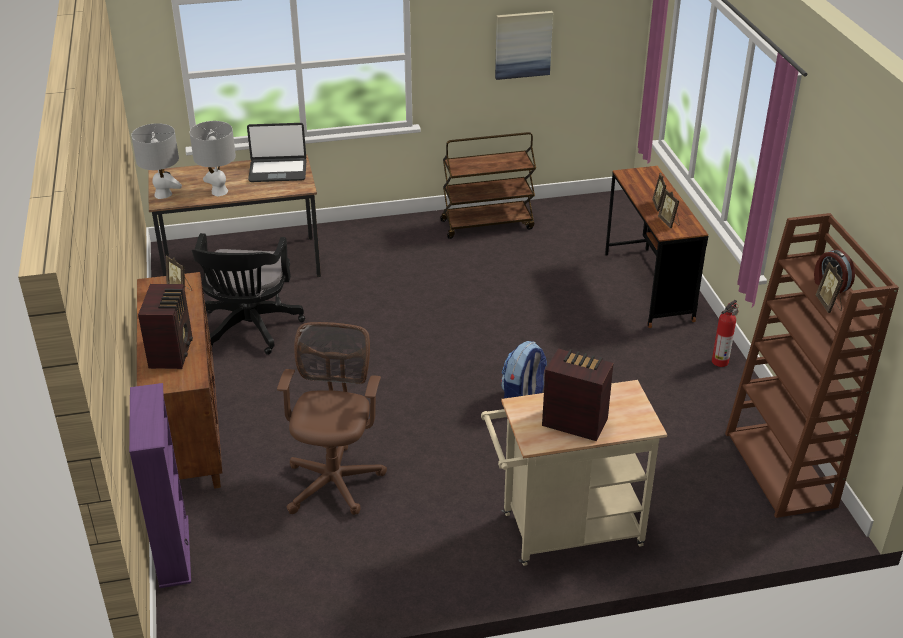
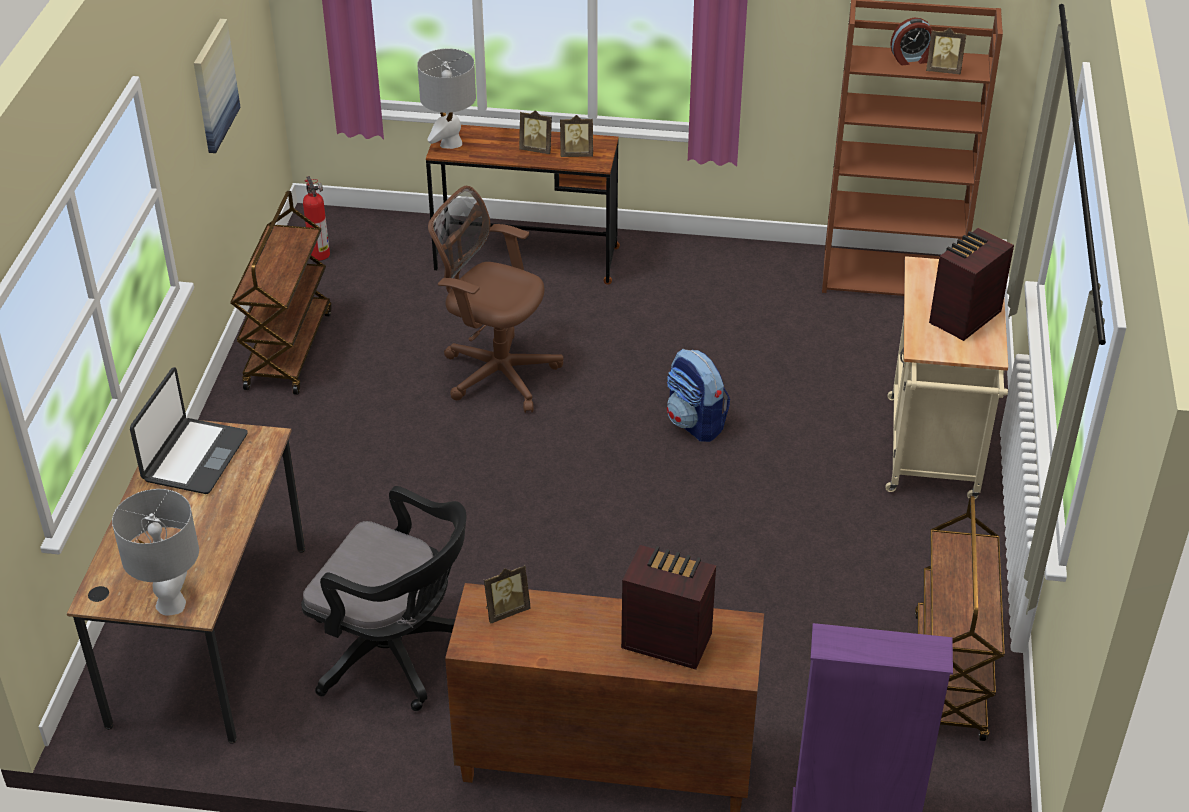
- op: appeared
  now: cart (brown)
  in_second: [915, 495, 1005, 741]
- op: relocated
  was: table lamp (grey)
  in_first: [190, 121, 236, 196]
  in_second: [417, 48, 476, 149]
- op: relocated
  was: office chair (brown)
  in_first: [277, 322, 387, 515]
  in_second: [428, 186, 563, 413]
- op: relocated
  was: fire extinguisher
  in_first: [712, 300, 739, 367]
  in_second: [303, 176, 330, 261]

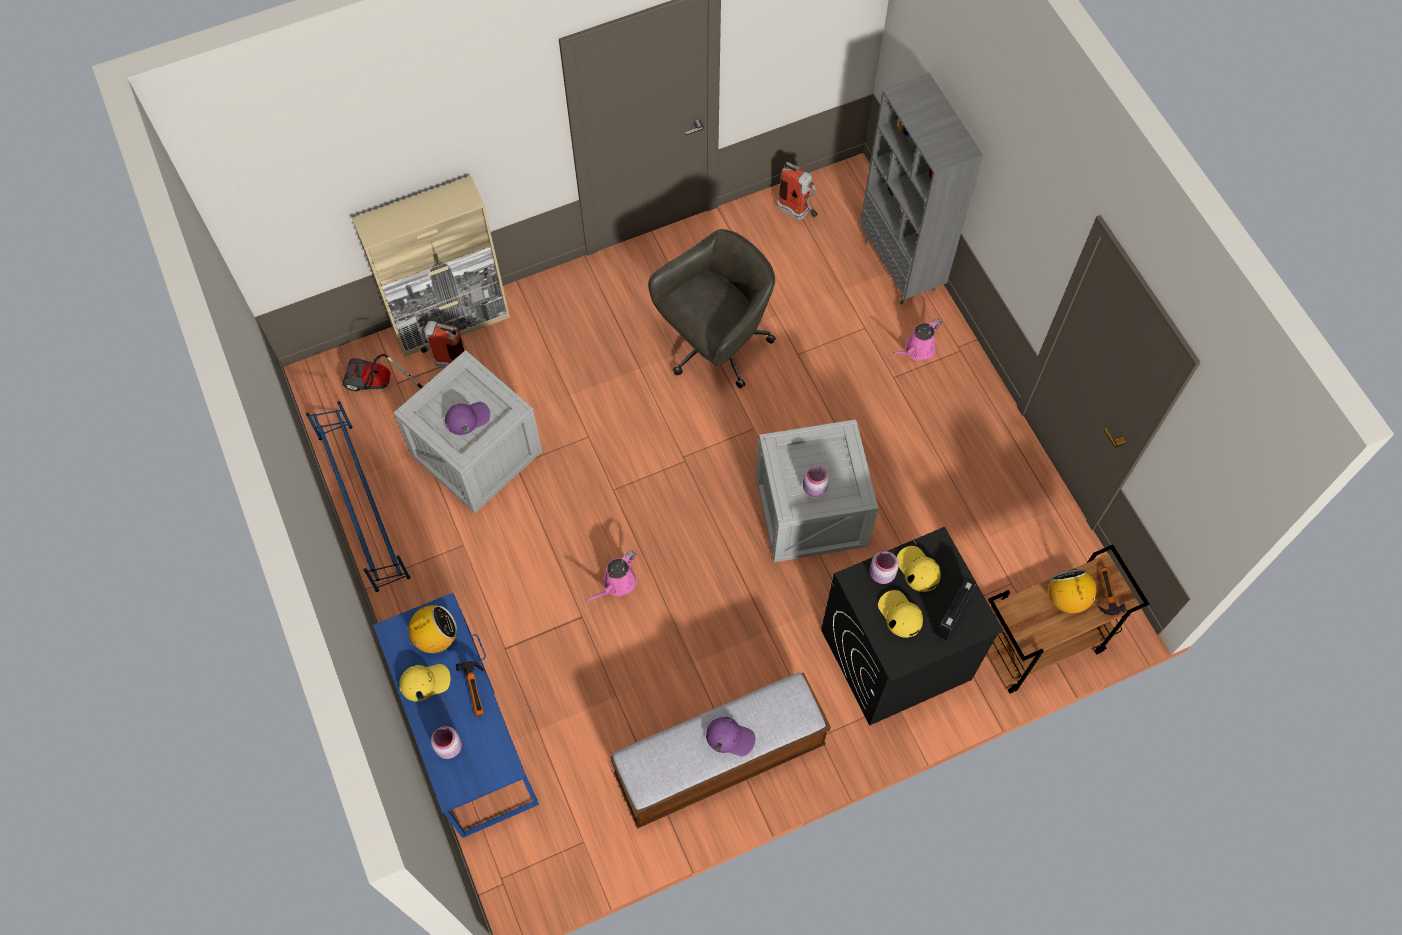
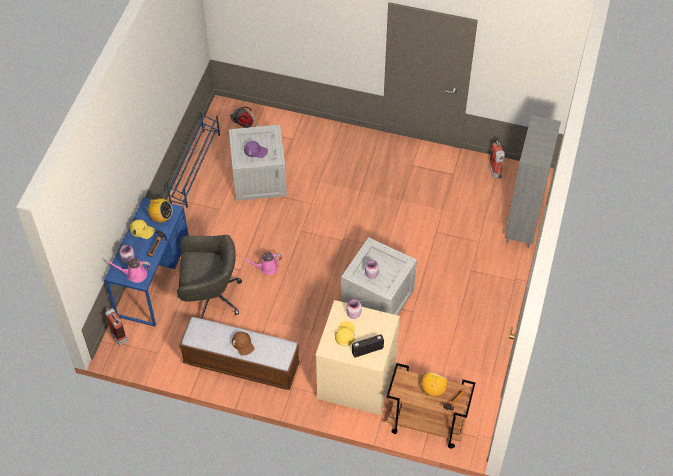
- op: missing
  was: cabinet (beige)
  in_first: [352, 176, 510, 357]
- op: missing
  was: cap (yellow)
  in_first: [897, 546, 941, 592]
- op: relocated
  was: fire extinguisher
  in_first: [418, 321, 465, 368]
  in_second: [105, 308, 128, 345]
- op: relocated
  was: office chair (grey)
  in_first: [648, 229, 776, 389]
  in_second: [177, 235, 242, 319]
- op: relocated
  was: watering can (pink)
  in_first: [893, 319, 942, 361]
  in_second: [105, 258, 150, 283]
- op: colour
  was: cap (purple)
  now: cap (brown)
  in_first: [706, 717, 755, 756]
  in_second: [232, 332, 255, 355]
- op: colour
  was: washing machine (black)
  now: washing machine (beige)
  in_first: [821, 527, 1003, 726]
  in_second: [315, 300, 400, 415]

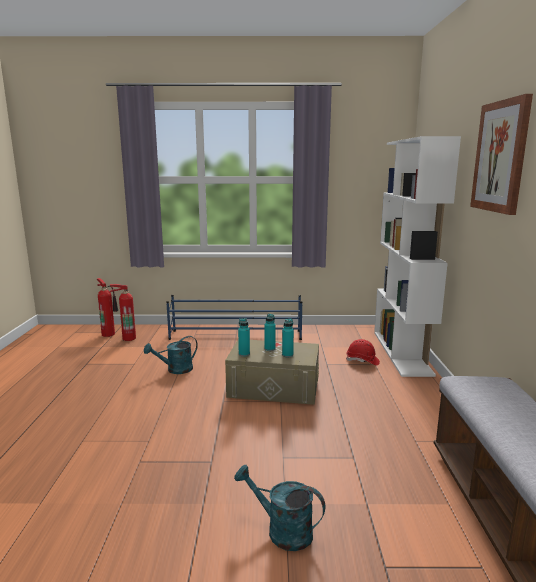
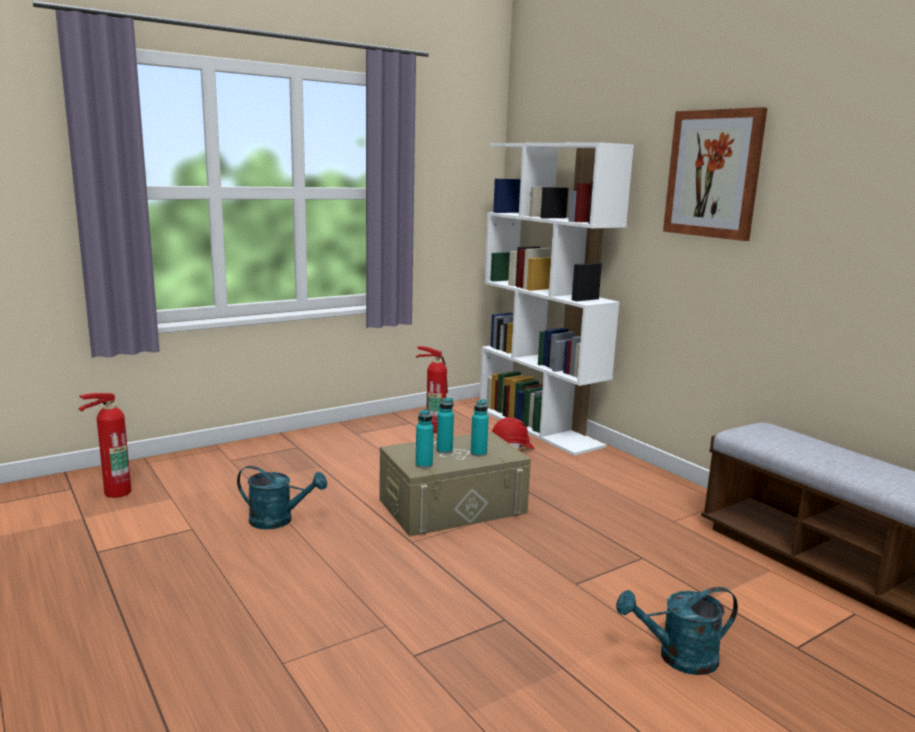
- op: missing
  was: shoe rack (blue)
  in_first: [166, 295, 302, 340]
- op: relocated
  was: fire extinguisher
  in_first: [97, 278, 118, 337]
  in_second: [416, 346, 448, 433]
- op: spun
  was: watering can (turquoise)
  in_first: [144, 336, 198, 374]
  in_second: [237, 466, 327, 529]
  clockwise: -105

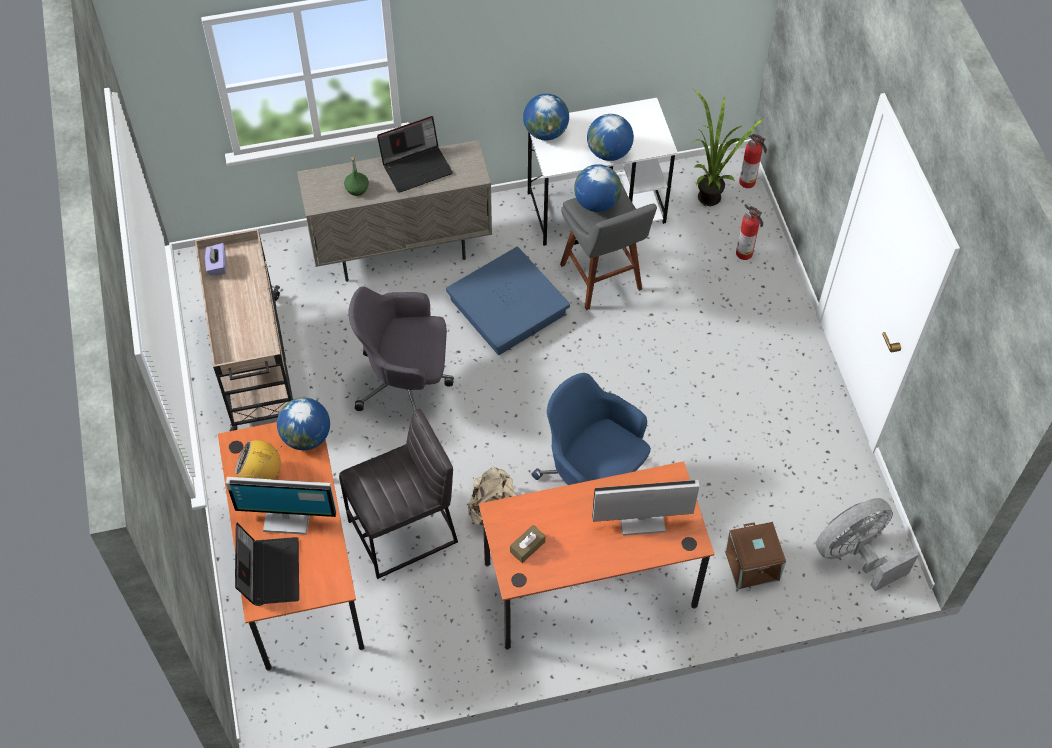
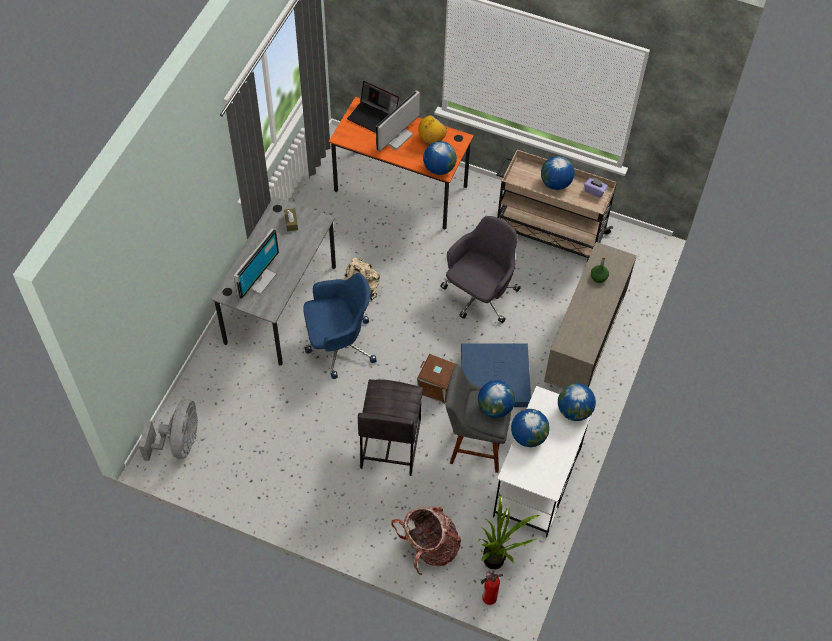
- op: missing
  was: laptop
  in_first: [377, 116, 453, 193]
- op: appeared
  now: globe
  in_second: [541, 156, 575, 190]
- op: relocated
  was: stool (grey)
  in_first: [339, 409, 458, 579]
  in_second: [358, 379, 423, 476]
- op: relocated
  was: storage box (brown)
  in_first: [724, 522, 786, 589]
  in_second: [417, 354, 458, 404]
- op: exchanged
  was: fire extinguisher
  now: backpack
  in_first: [736, 204, 763, 260]
  in_second: [391, 506, 461, 575]
- op: colour
  was: desk (orange)
  now: desk (grey)
  in_first: [479, 461, 715, 649]
  in_second: [211, 196, 336, 366]

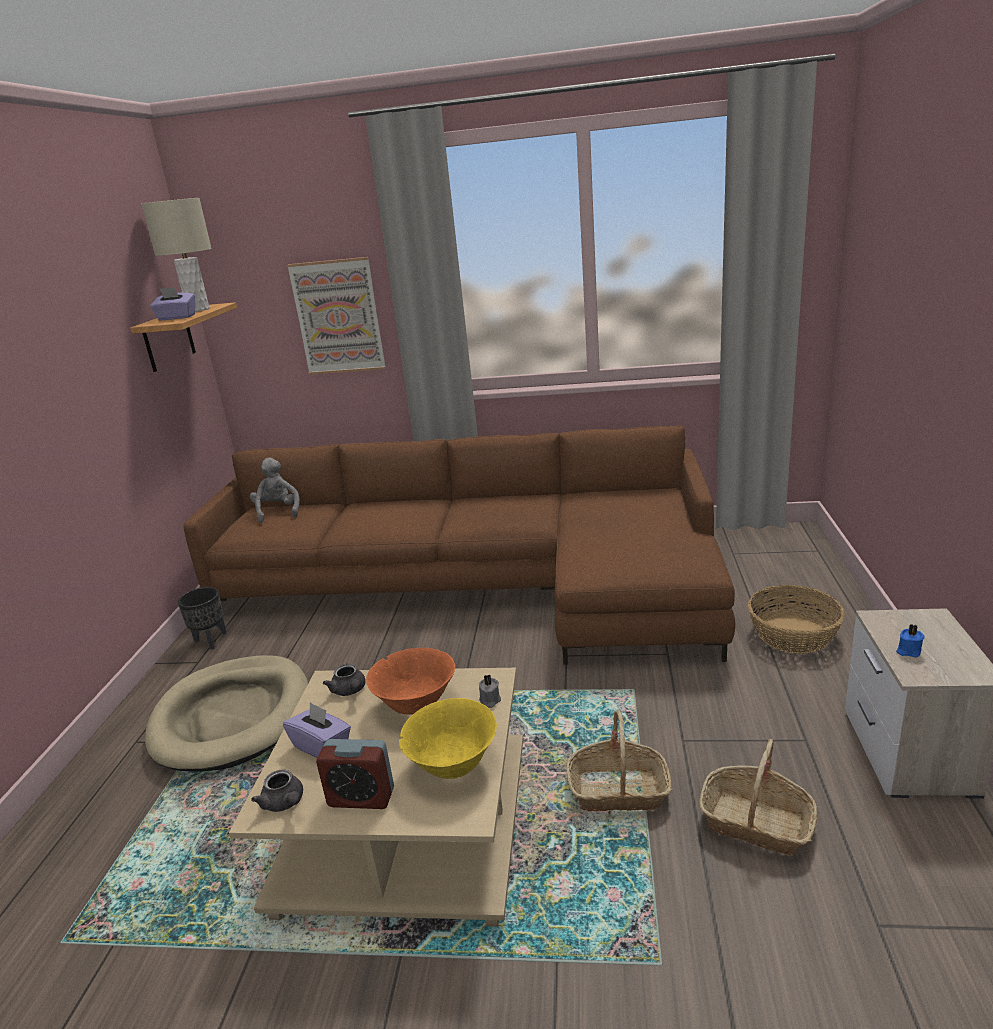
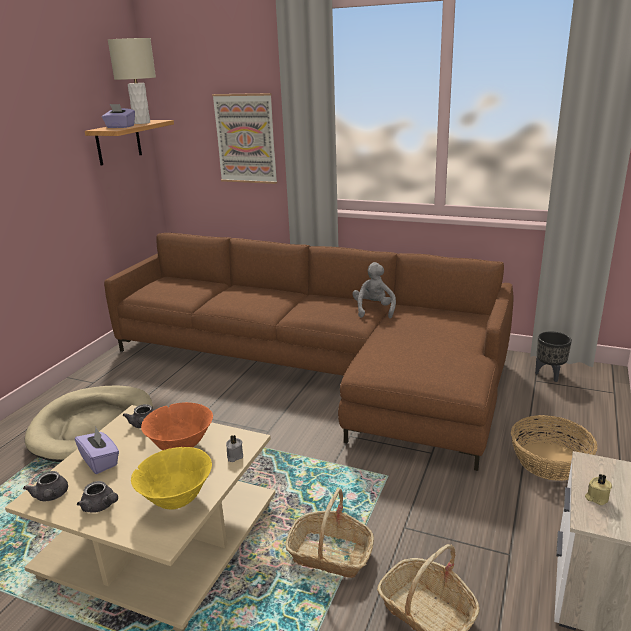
- op: relocated
  was: planter (black)
  in_first: [178, 587, 226, 649]
  in_second: [535, 331, 572, 382]
- op: relocated
  was: plush toy (grey)
  in_first: [250, 458, 300, 522]
  in_second: [352, 262, 396, 319]
- op: exchanged
  was: alarm clock
  now: teapot (grey)
  in_first: [316, 739, 394, 809]
  in_second: [77, 481, 118, 513]
- op: colour
  was: candle (blue)
  now: candle (beige)
  in_first: [896, 624, 925, 657]
  in_second: [585, 474, 612, 505]

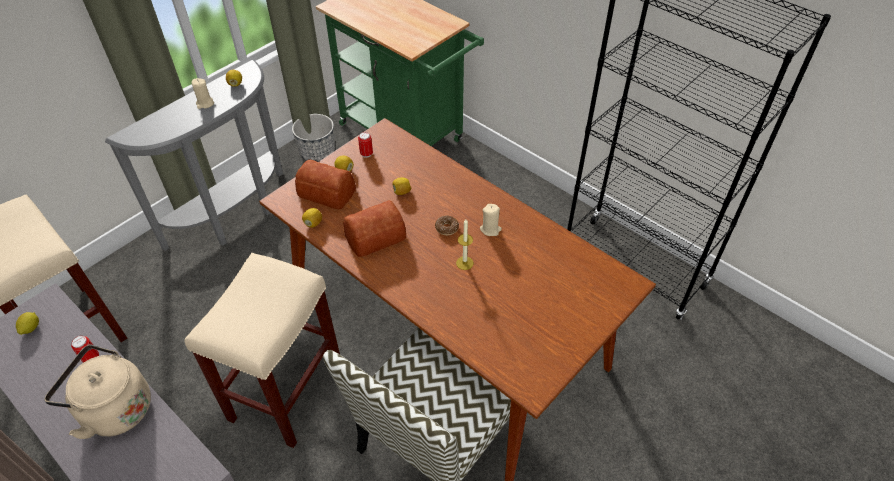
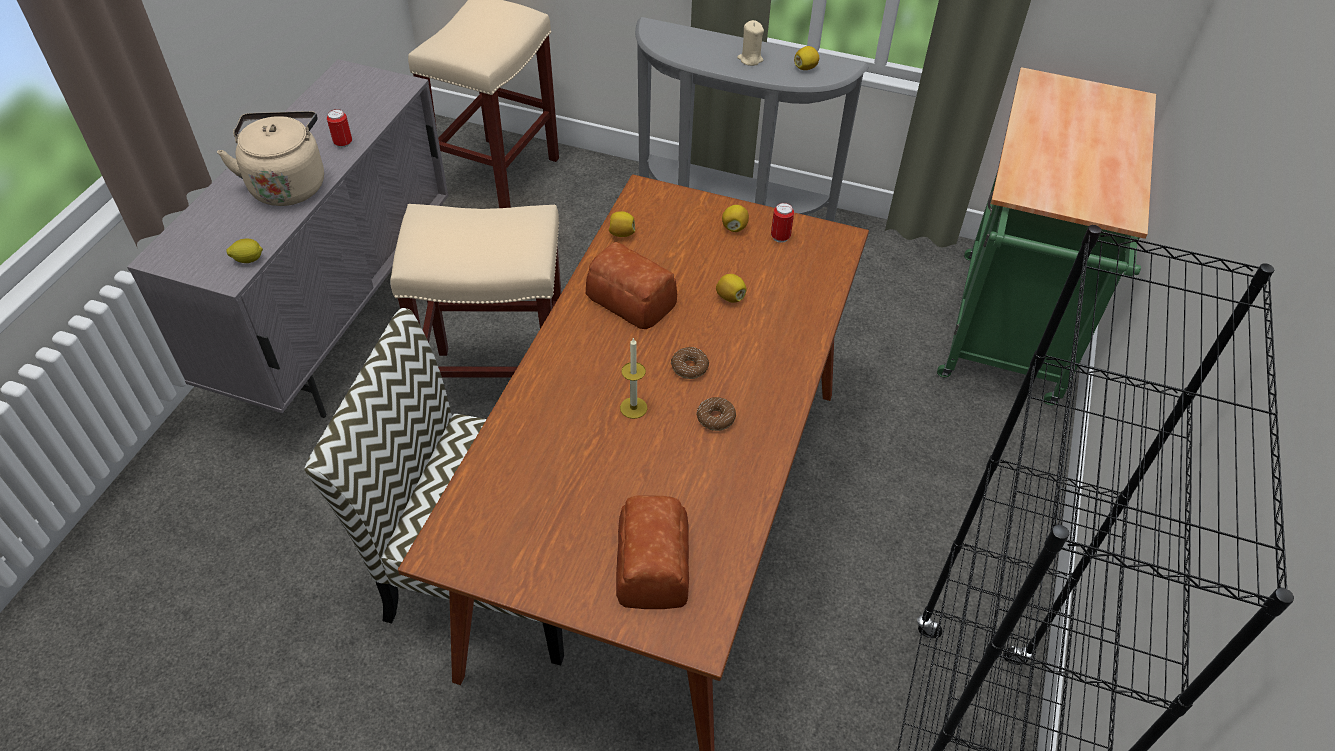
- op: missing
  was: planter
  in_first: [292, 114, 336, 162]
- op: relocated
  was: lemon
  in_first: [16, 312, 39, 335]
  in_second: [227, 239, 263, 263]
- op: relocated
  was: bread
  in_first: [295, 160, 356, 209]
  in_second: [616, 495, 689, 609]
- op: exchanged
  was: candle (beige)
  now: donut
  in_first: [480, 204, 502, 236]
  in_second: [697, 397, 736, 431]

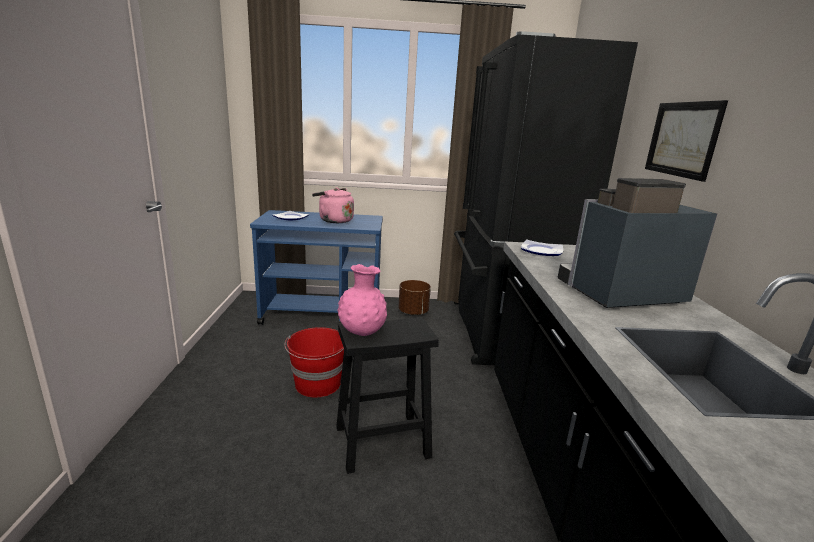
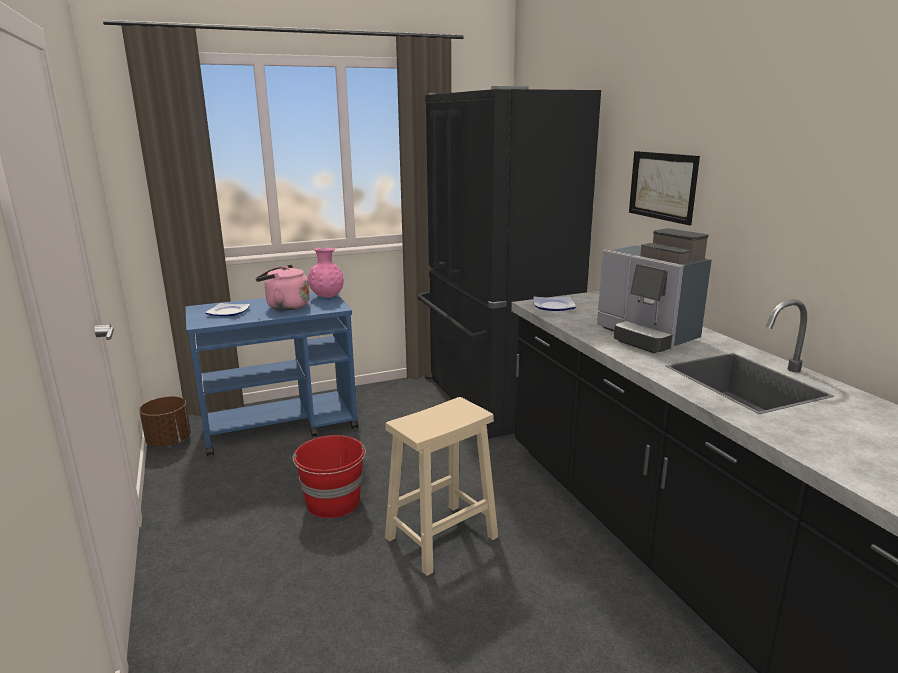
- op: relocated
  was: vase (pink)
  in_first: [337, 264, 387, 336]
  in_second: [308, 248, 344, 298]
- op: relocated
  was: planter (brown)
  in_first: [398, 280, 431, 315]
  in_second: [139, 396, 191, 446]
- op: colour
  was: stool (black)
  now: stool (beige)
  in_first: [336, 317, 439, 474]
  in_second: [385, 397, 498, 576]
- op: spun
  was: coffee machine
  in_first: [558, 178, 717, 308]
  in_second: [597, 228, 712, 353]
  clockwise: -90

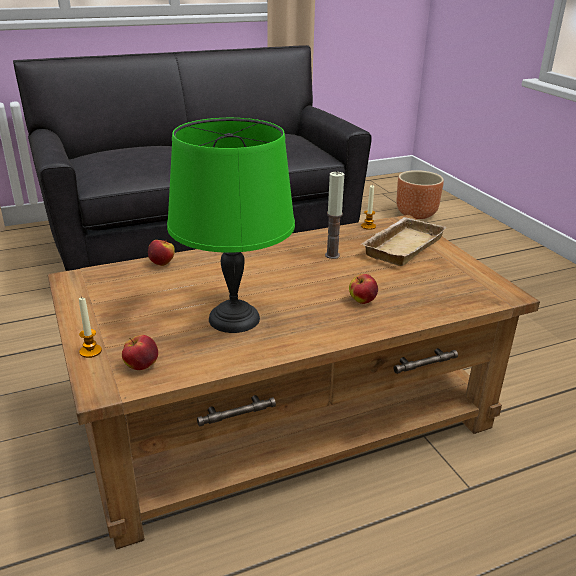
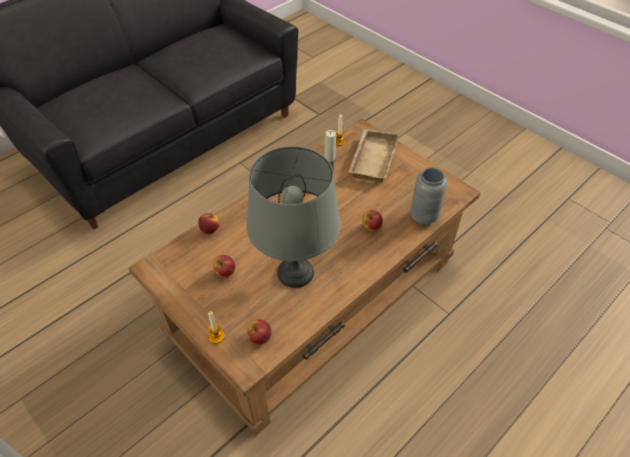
- op: missing
  was: planter (brown)
  in_first: [396, 170, 444, 219]
- op: appeared
  now: apple
  in_second: [213, 255, 235, 278]
- op: appeared
  now: vase (grey)
  in_second: [410, 168, 447, 225]
- op: colour
  was: table lamp (green)
  now: table lamp (grey)
  in_first: [167, 118, 295, 333]
  in_second: [247, 146, 340, 288]

